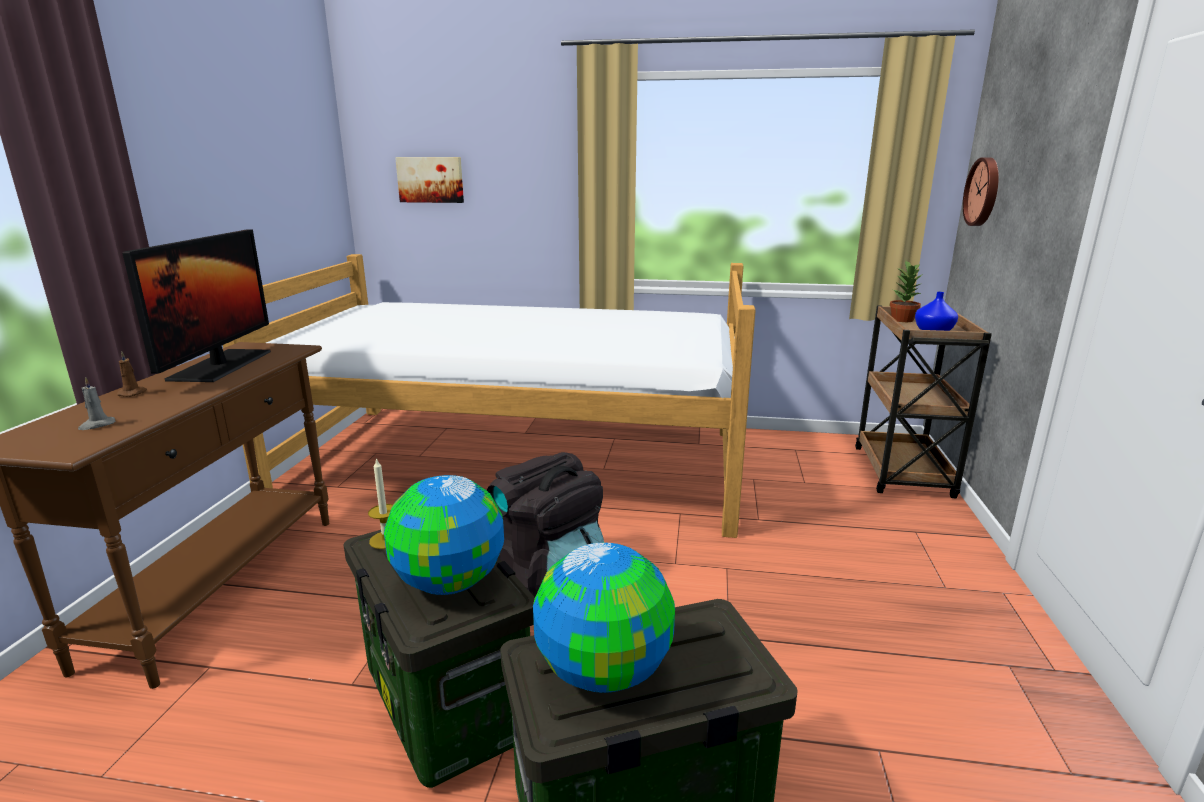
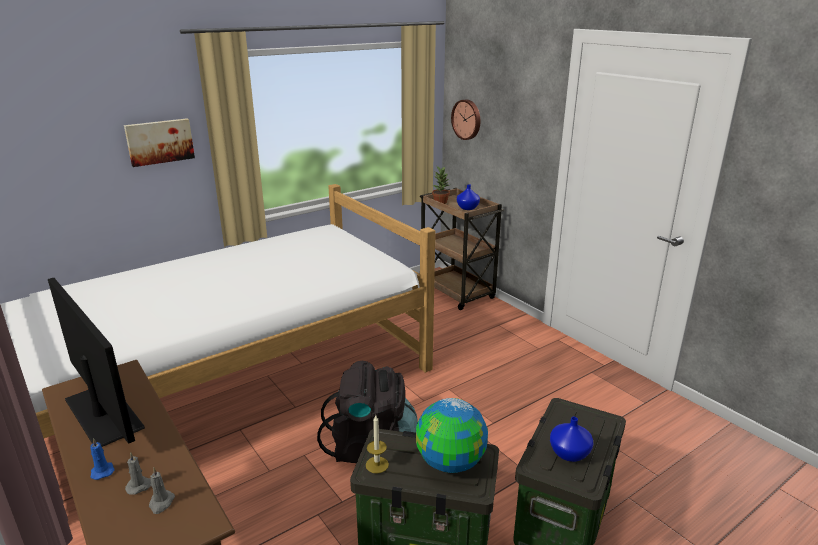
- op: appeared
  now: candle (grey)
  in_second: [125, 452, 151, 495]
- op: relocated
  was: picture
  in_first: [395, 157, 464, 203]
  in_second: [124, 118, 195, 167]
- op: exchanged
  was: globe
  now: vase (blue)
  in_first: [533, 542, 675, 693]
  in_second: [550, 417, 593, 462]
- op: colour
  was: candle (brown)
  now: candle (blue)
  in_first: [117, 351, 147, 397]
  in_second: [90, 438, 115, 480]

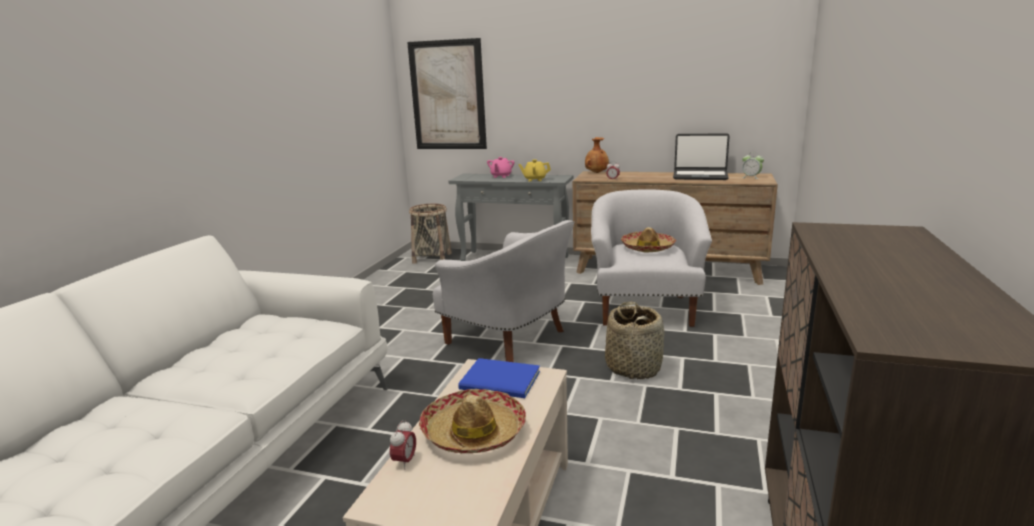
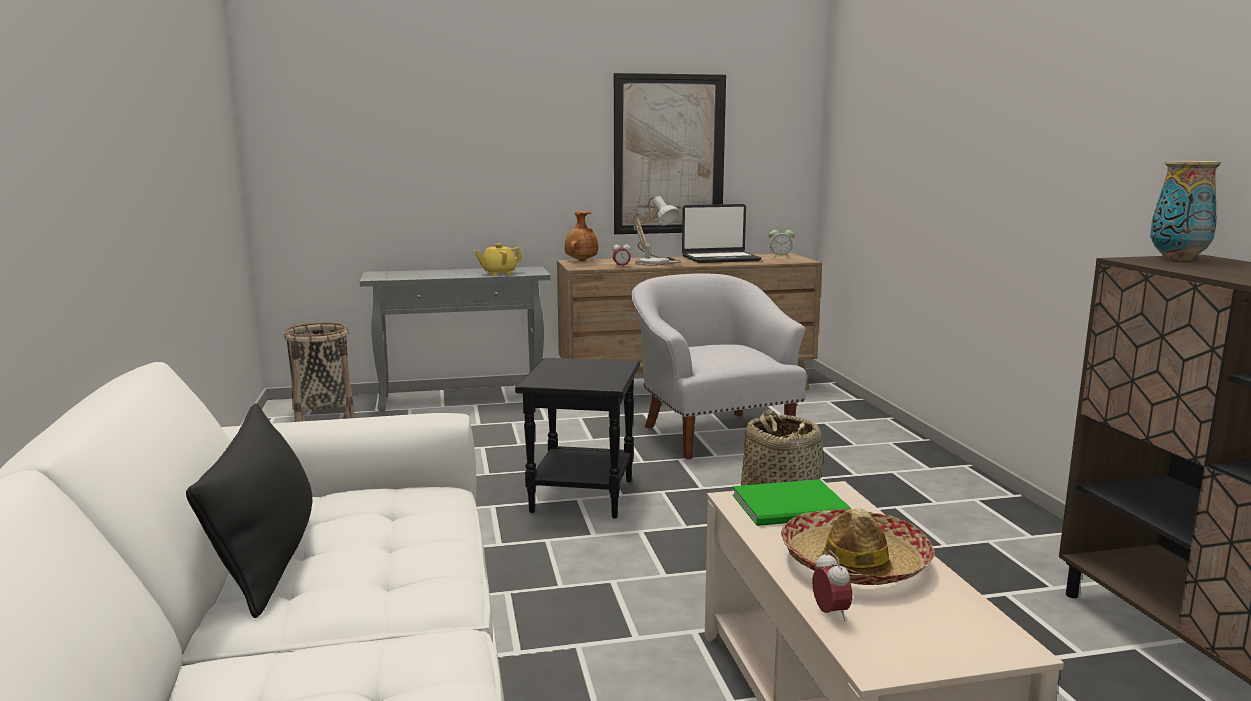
- op: missing
  was: teapot (pink)
  in_first: [487, 157, 514, 178]
- op: missing
  was: hat
  in_first: [621, 227, 676, 252]
- op: appeared
  now: pillow (black)
  in_second: [186, 404, 312, 618]
- op: appeared
  now: table lamp
  in_second: [634, 196, 681, 266]
- op: appeared
  now: vase
  in_second: [1150, 161, 1221, 261]
- op: relocated
  was: picture
  in_first: [407, 38, 487, 149]
  in_second: [614, 73, 726, 234]
- op: exchanged
  was: armchair (white)
  now: side table (black)
  in_first: [433, 220, 574, 362]
  in_second: [515, 358, 640, 518]
- op: colour
  was: book (blue)
  now: book (green)
  in_first: [458, 358, 540, 398]
  in_second: [733, 479, 851, 526]

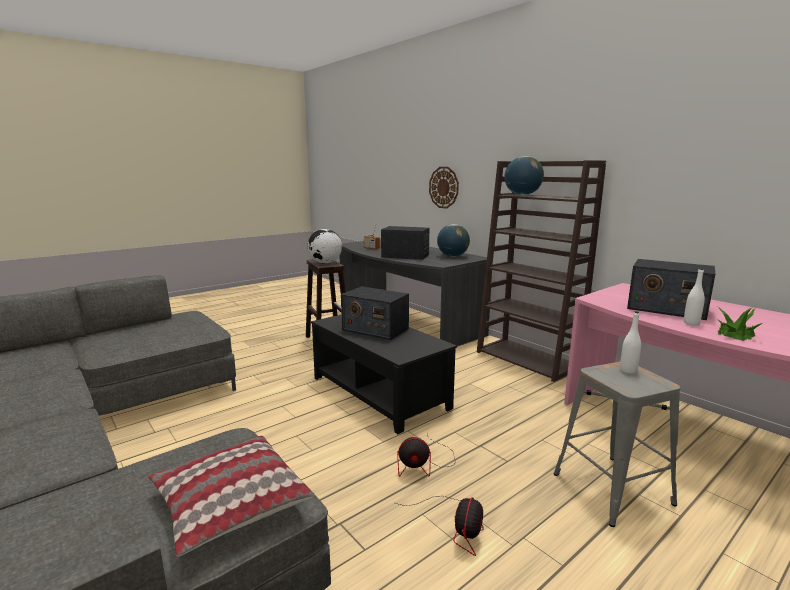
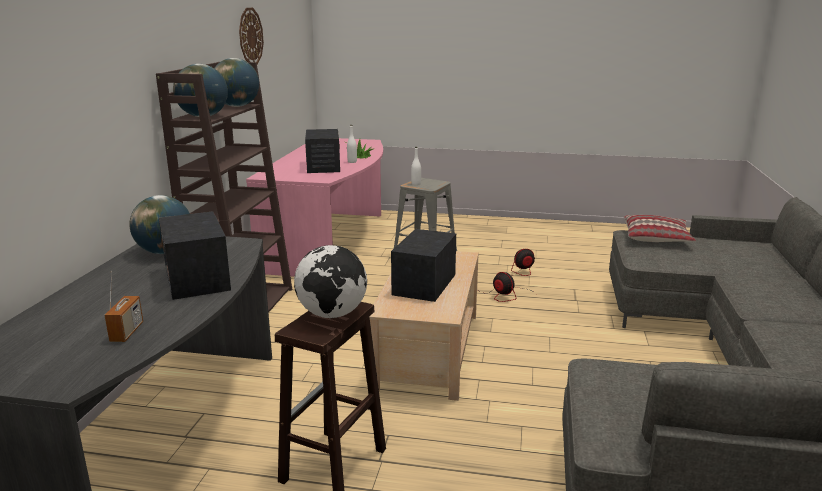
- op: appeared
  now: globe
  in_second: [215, 58, 259, 107]
- op: relocated
  was: wall clock
  in_first: [429, 167, 459, 209]
  in_second: [239, 8, 264, 65]
- op: colour
  was: coffee table (black)
  now: coffee table (beige)
  in_first: [311, 314, 457, 434]
  in_second: [369, 251, 479, 401]
- op: spun
  was: radio
  in_first: [341, 286, 409, 340]
  in_second: [391, 229, 456, 302]
  clockwise: -150

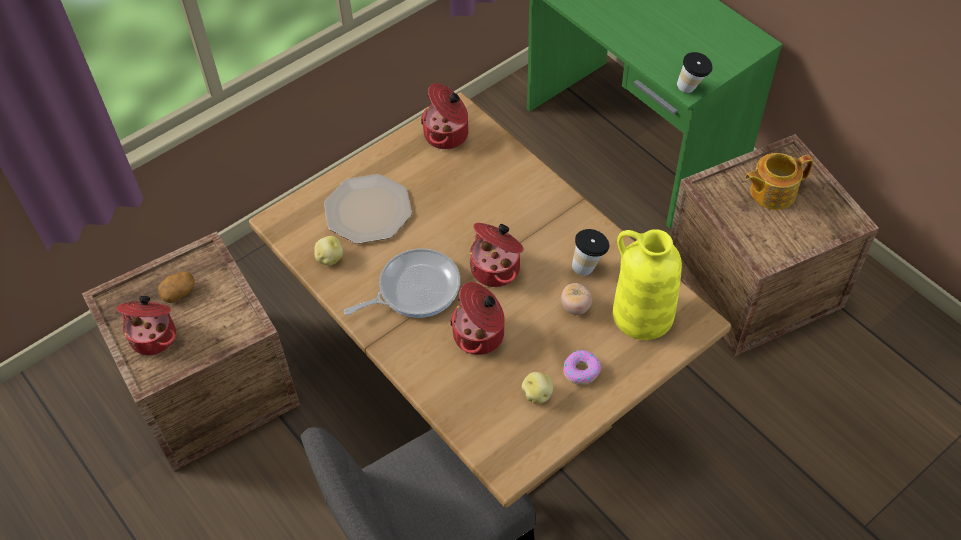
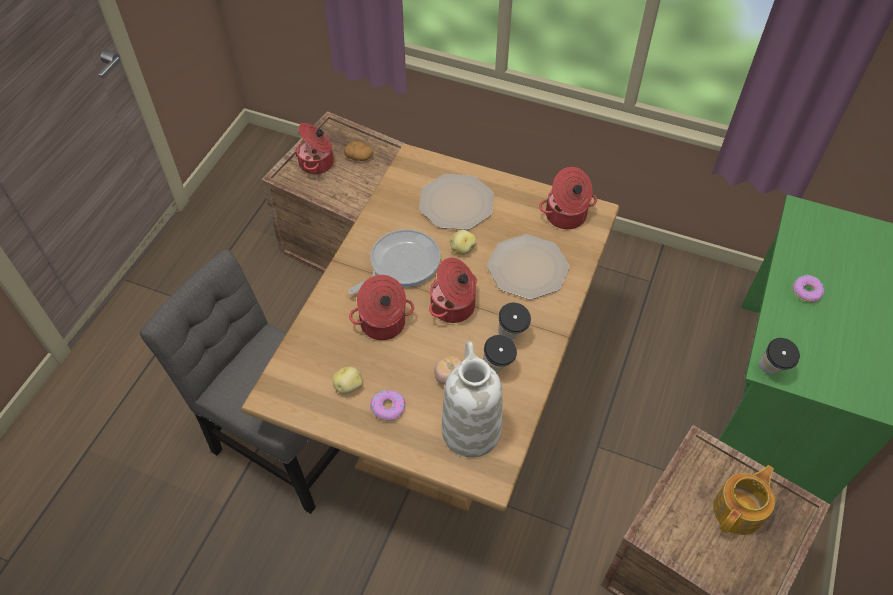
- op: appeared
  now: plate
  in_second: [487, 234, 569, 300]
- op: appeared
  now: cup
  in_second: [498, 303, 531, 340]
- op: appeared
  now: donut
  in_second: [793, 274, 824, 302]
- op: relocated
  was: potato
  in_first: [314, 236, 343, 265]
  in_second: [450, 230, 476, 254]
- op: colour
  was: vase (yellow)
  now: vase (white)
  in_first: [613, 229, 682, 340]
  in_second: [442, 341, 503, 458]
- op: spun
  was: frying pan
  in_first: [344, 248, 460, 318]
  in_second: [348, 229, 440, 294]
  clockwise: -75
- op: spun
  was: teapot
  in_first: [745, 153, 813, 210]
  in_second: [713, 465, 775, 535]
  clockwise: 90

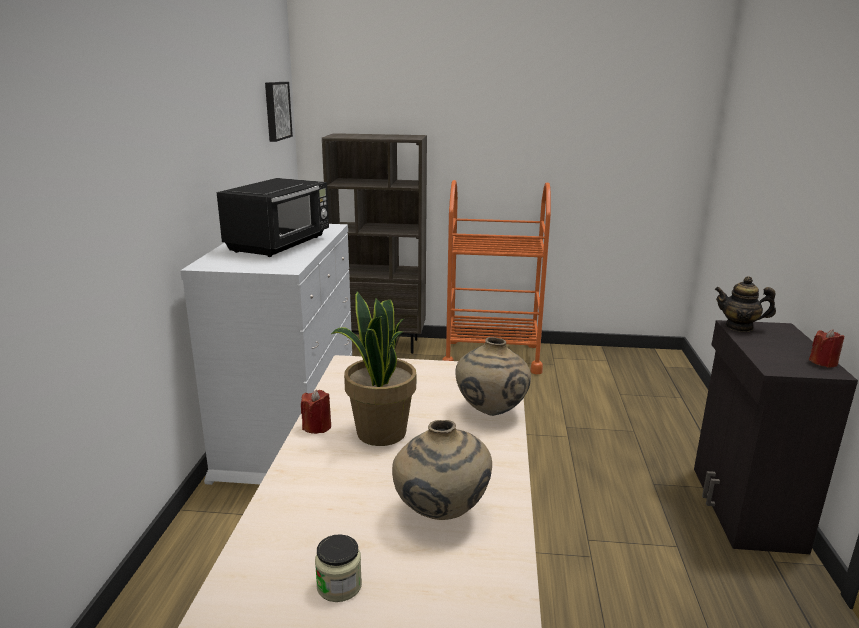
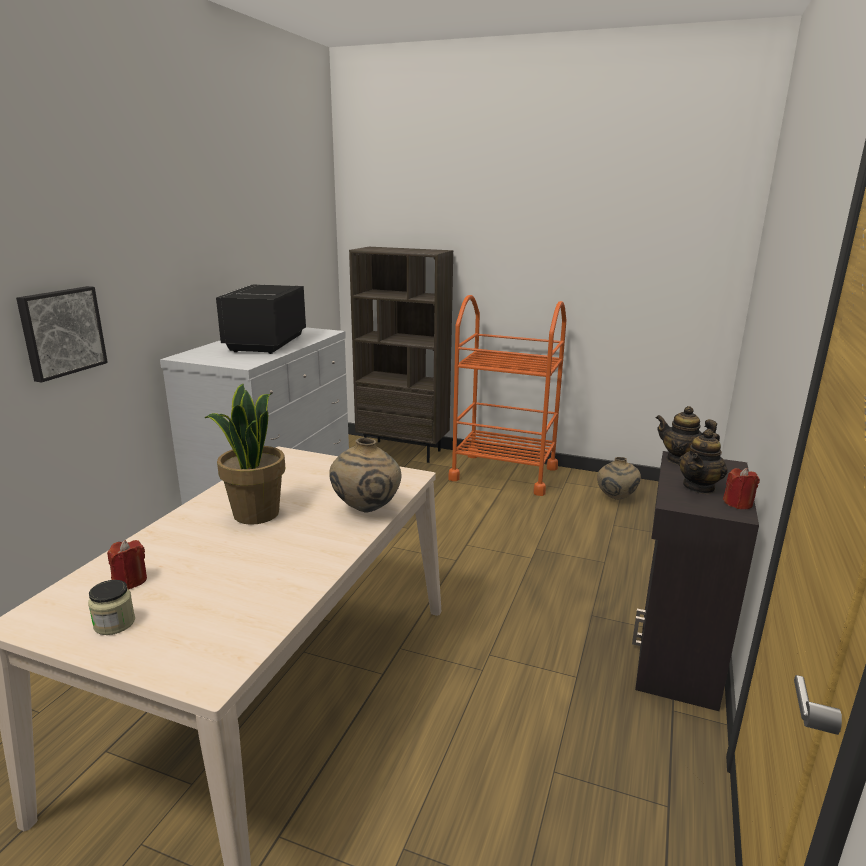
- op: appeared
  now: teapot
  in_second: [678, 429, 728, 495]
- op: relocated
  was: picture
  in_first: [265, 82, 293, 142]
  in_second: [16, 286, 108, 383]
- op: relocated
  was: candle (red)
  in_first: [301, 389, 331, 434]
  in_second: [107, 540, 147, 589]
- op: relocated
  was: vase (beige)
  in_first: [392, 420, 492, 520]
  in_second: [597, 457, 641, 500]
- op: spun
  was: microwave (black)
  in_first: [217, 178, 329, 257]
  in_second: [216, 285, 306, 354]
  clockwise: 150

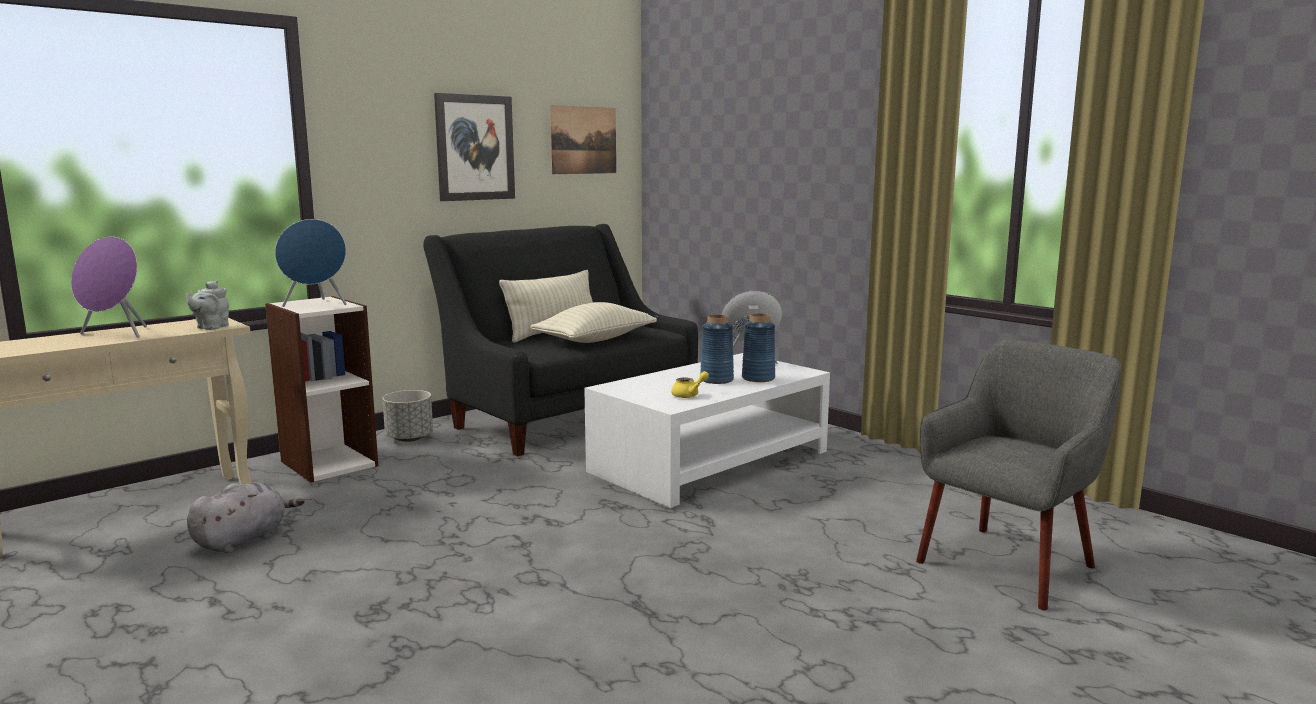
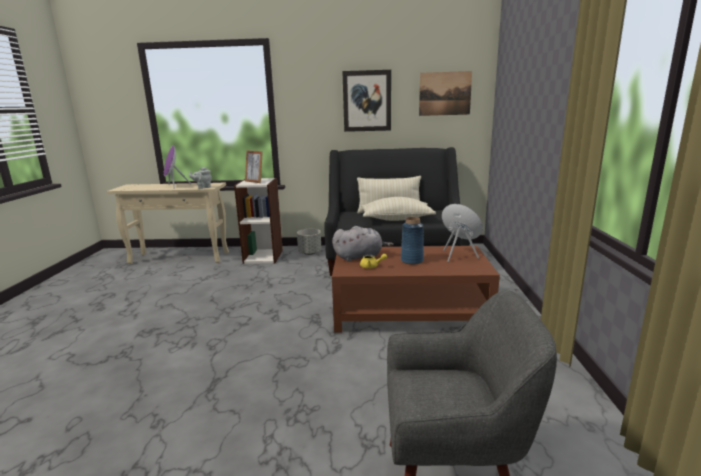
- op: missing
  was: vase (blue)
  in_first: [742, 313, 775, 382]
- op: relocated
  was: plush toy (grey)
  in_first: [187, 482, 304, 553]
  in_second: [332, 226, 394, 262]
- op: exchanged
  was: speaker (blue)
  now: picture frame
  in_first: [275, 219, 347, 307]
  in_second: [245, 150, 263, 183]
- op: colour
  was: coffee table (white)
  now: coffee table (brown)
  in_first: [584, 353, 830, 508]
  in_second: [332, 246, 500, 333]

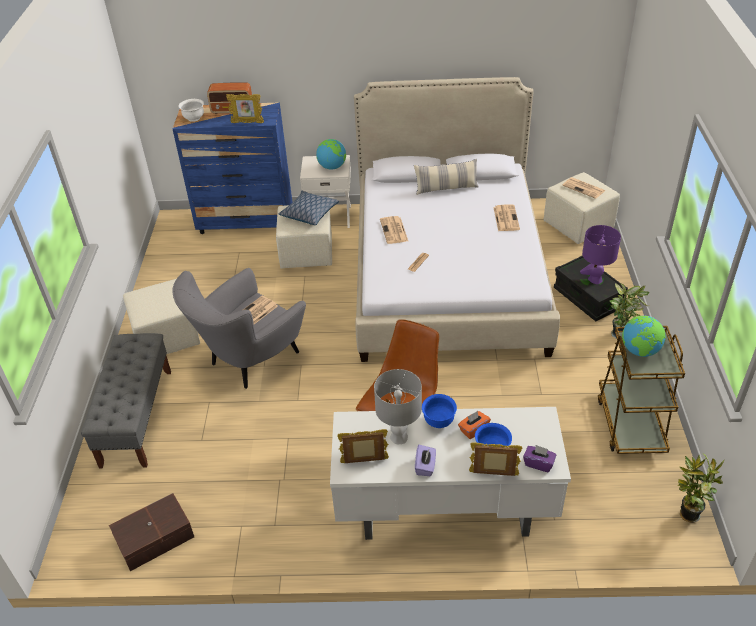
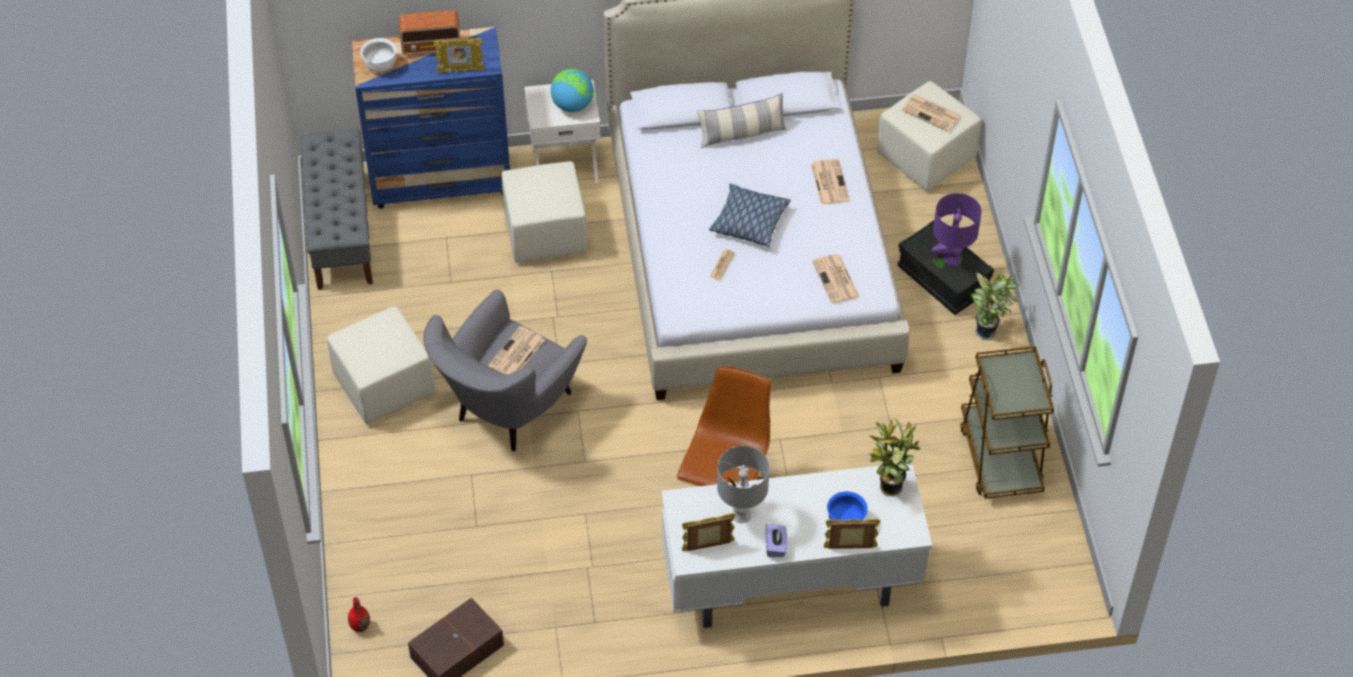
- op: missing
  was: bowl (blue)
  in_first: [422, 394, 457, 428]
- op: missing
  was: tissue box (orange)
  in_first: [458, 411, 491, 439]
- op: missing
  was: tissue box (purple)
  in_first: [523, 445, 556, 472]
- op: missing
  was: globe
  in_first: [622, 316, 666, 357]
- op: appeared
  now: vase (red)
  in_second: [348, 597, 370, 632]
- op: relocated
  was: bench (grey)
  in_first: [81, 333, 171, 468]
  in_second: [301, 130, 373, 290]
- op: relocated
  was: pillow
  in_first: [279, 191, 339, 225]
  in_second: [709, 183, 791, 247]
- op: relocated
  was: newspaper
  in_first: [380, 216, 408, 244]
  in_second: [812, 254, 860, 303]
- op: relocated
  was: potted plant
  in_first: [677, 453, 724, 523]
  in_second: [869, 418, 921, 497]

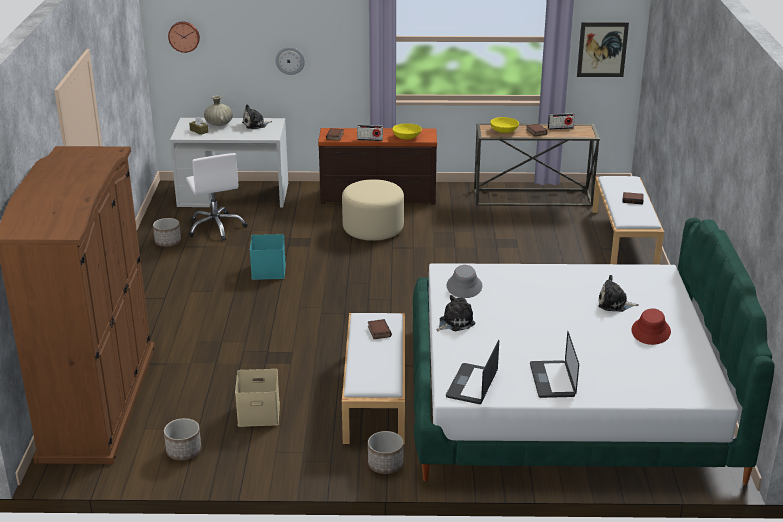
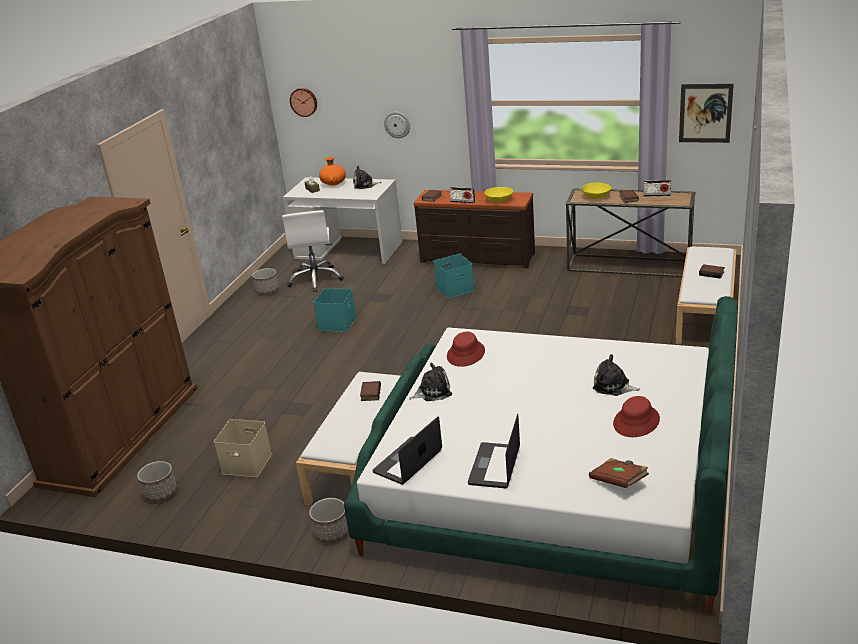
- op: appeared
  now: book (brown)
  in_second: [589, 458, 649, 488]
- op: exchanged
  was: ottoman (beige)
  now: storage box (turquoise)
  in_first: [342, 179, 404, 241]
  in_second: [434, 254, 474, 298]
- op: colour
  was: vase (beige)
  now: vase (orange)
  in_first: [204, 95, 233, 126]
  in_second: [319, 157, 346, 186]
- op: colour
  was: hat (grey)
  now: hat (red)
  in_first: [447, 265, 482, 298]
  in_second: [447, 332, 485, 367]

